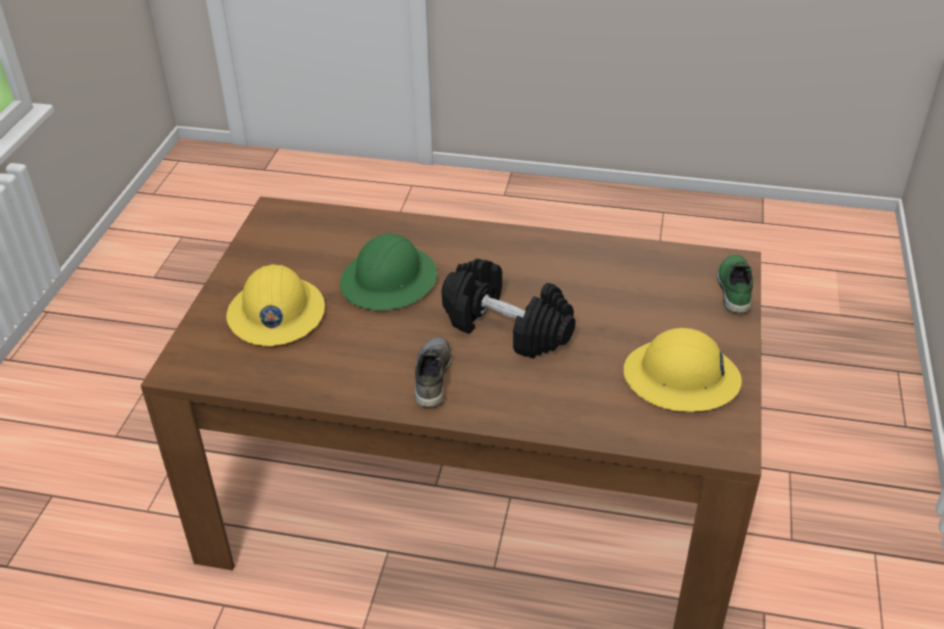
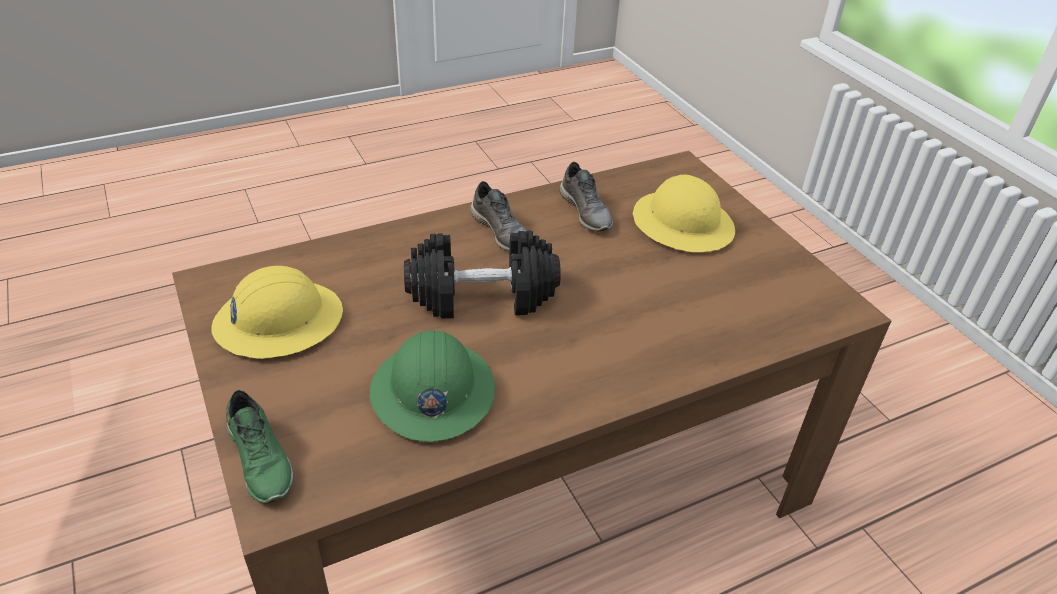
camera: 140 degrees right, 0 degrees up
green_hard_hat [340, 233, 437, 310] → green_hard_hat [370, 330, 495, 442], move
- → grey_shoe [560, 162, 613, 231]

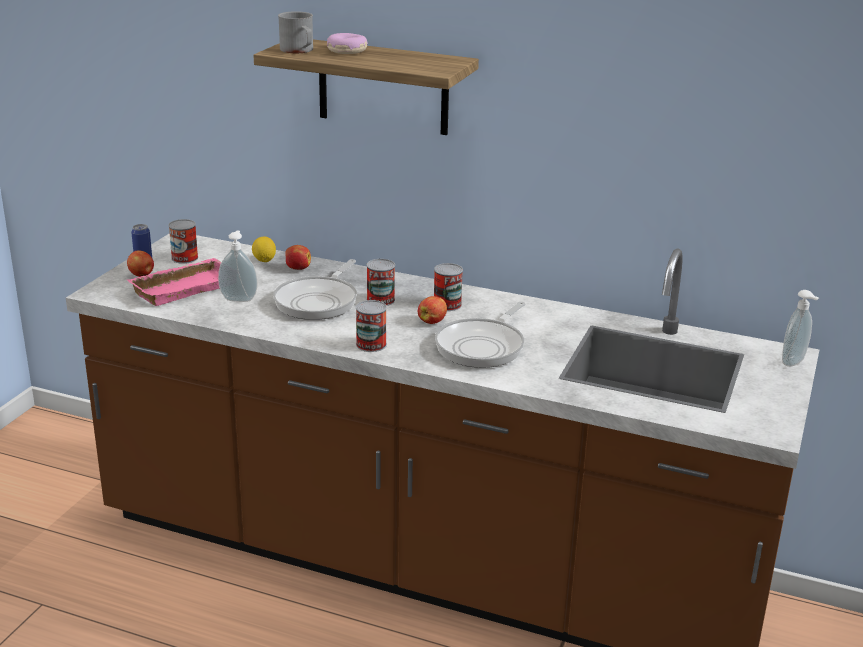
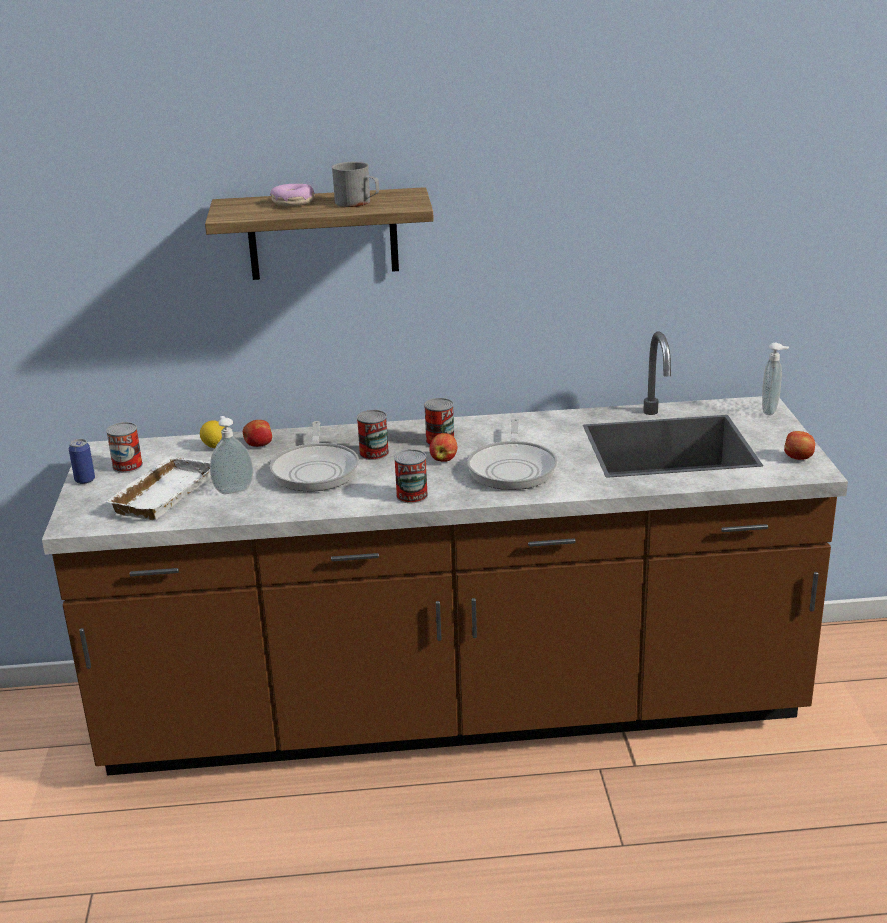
camera: 25 degrees left, 0 degrees up
pink_tray [127, 258, 221, 306] → white_tray [104, 456, 211, 520]
grey_mug [278, 11, 313, 53] → grey_mug [331, 162, 379, 207], move
apple [127, 251, 154, 277] → apple [784, 431, 815, 460], move

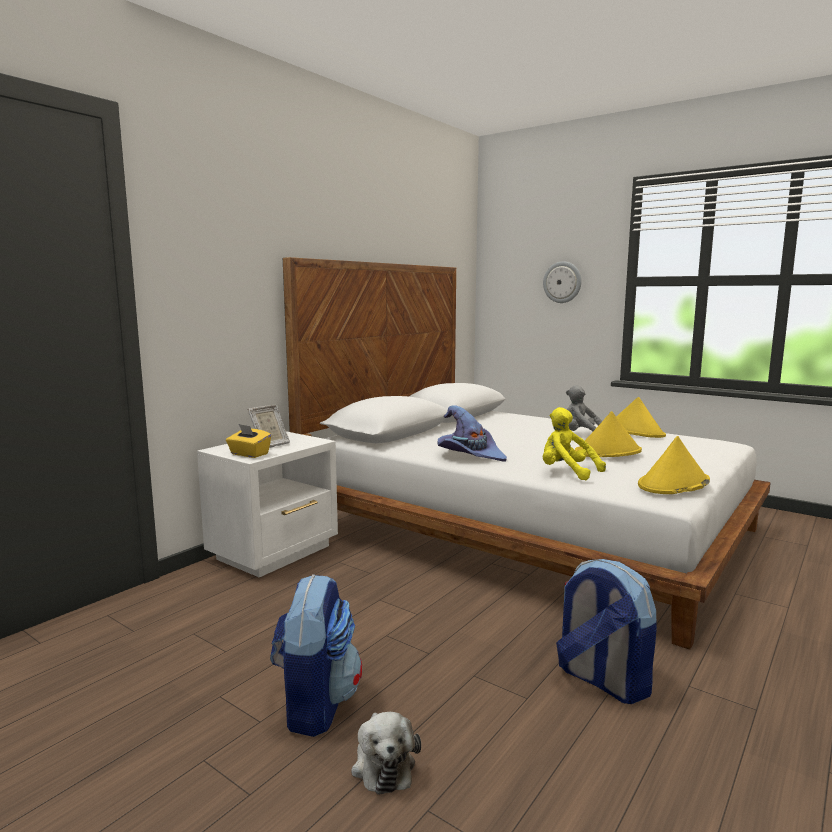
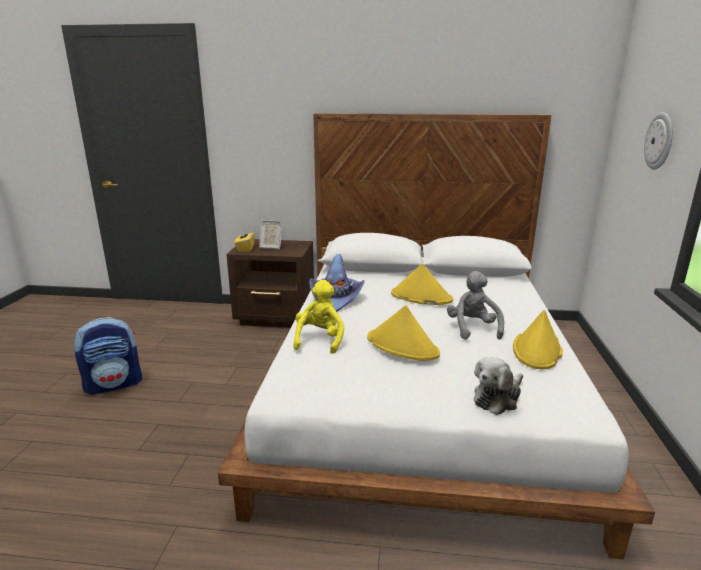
camera: 60 degrees right, 10 degrees up
white_nightstand [197, 431, 338, 578] → brown_nightstand [226, 239, 314, 328]
yellow_hat [638, 436, 710, 494] → yellow_hat [391, 264, 453, 305], move
plush_toy [351, 712, 421, 795] → plush_toy [474, 357, 523, 415], move
backpack [556, 559, 657, 704] → -

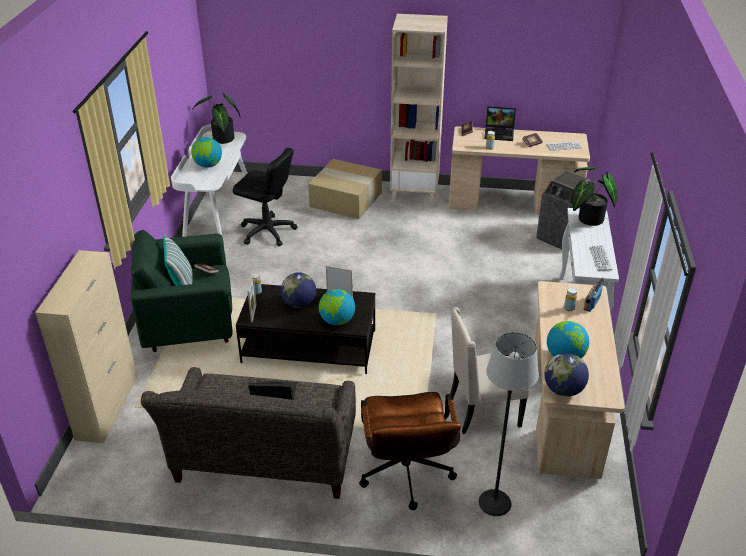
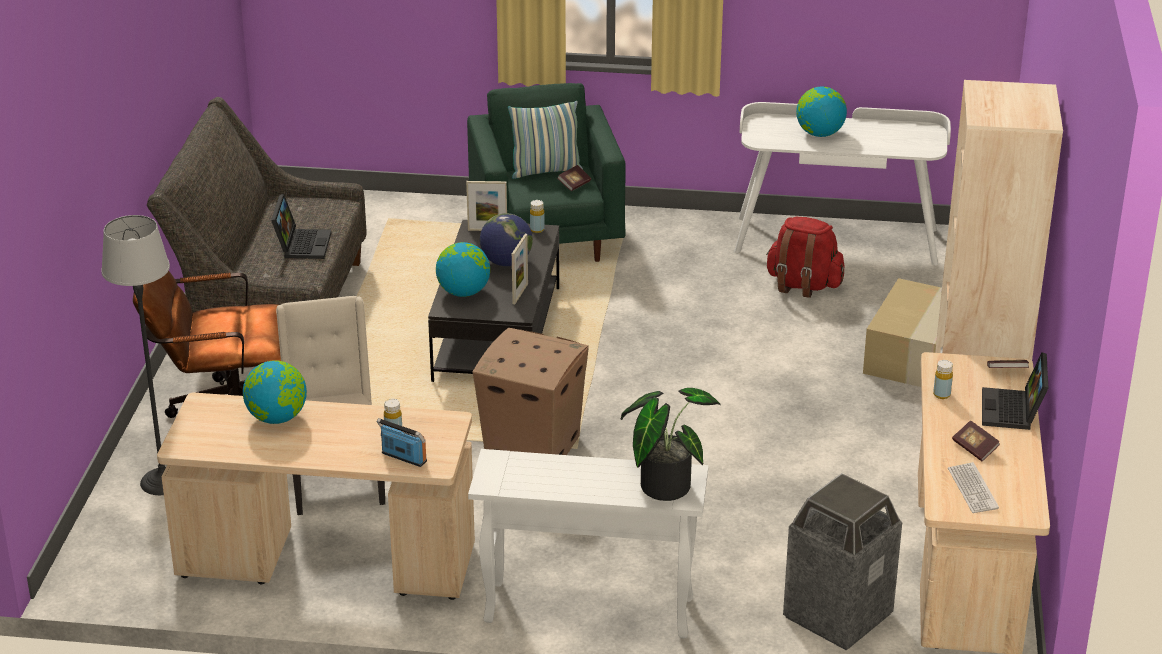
camera: 90 degrees right, 5 degrees down
- → cardboard_box [472, 328, 589, 455]
black_office_chair [233, 148, 298, 246] → red_backpack [766, 217, 844, 298]
beige_cabinet [35, 250, 137, 443] → -
potted_plant [192, 93, 240, 144] → -
globe [544, 353, 589, 397] → -
keyboard [589, 245, 612, 271] → -

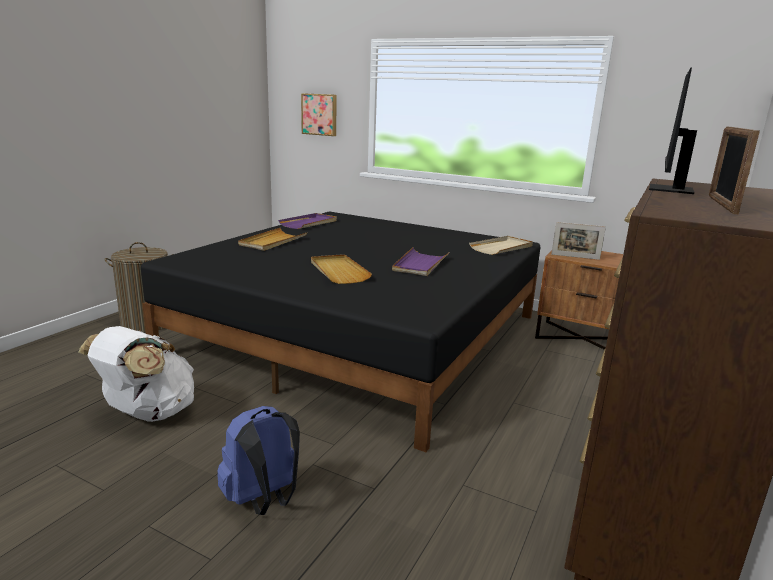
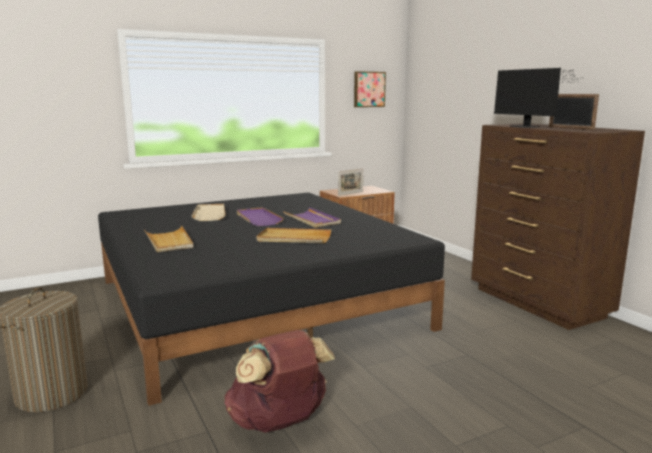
camera: 55 degrees left, 5 degrees down
beige_tray [469, 236, 533, 255] → beige_tray [191, 204, 226, 221], move
white_backpack [78, 326, 194, 422] → brown_backpack [225, 330, 335, 433]
purple_tray [278, 213, 337, 229] → purple_tray [237, 207, 283, 226], move
picture [301, 93, 337, 136] → picture [354, 71, 386, 107], move
blue_backpack [217, 406, 300, 515] → -

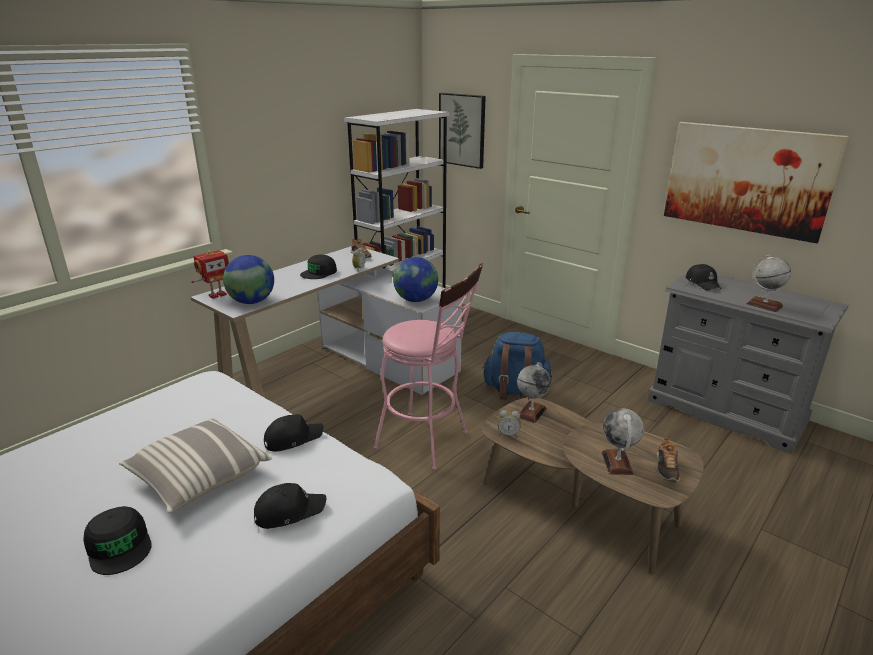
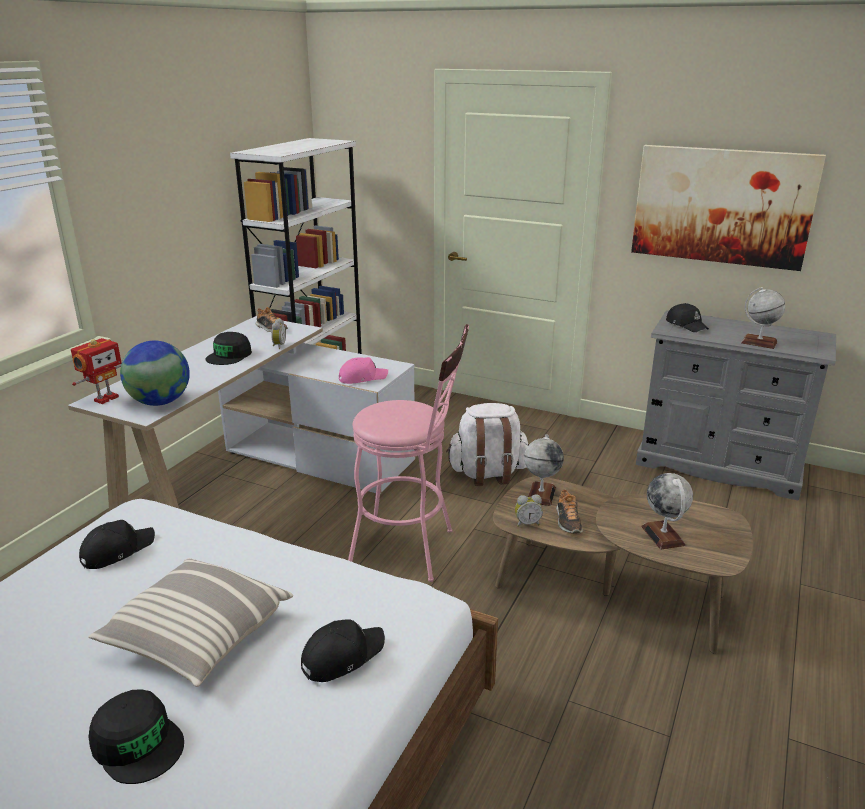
camera: 15 degrees left, 0 degrees up
black_cap [264, 414, 324, 452] → black_cap [79, 520, 155, 569], move
globe [393, 257, 438, 302] → pink_cap [339, 357, 388, 384]
blue_backpack [482, 332, 552, 400] → white_backpack [446, 403, 529, 486]
shoe [656, 437, 680, 482] → shoe [556, 489, 583, 534], move
picture [439, 93, 486, 169] → -

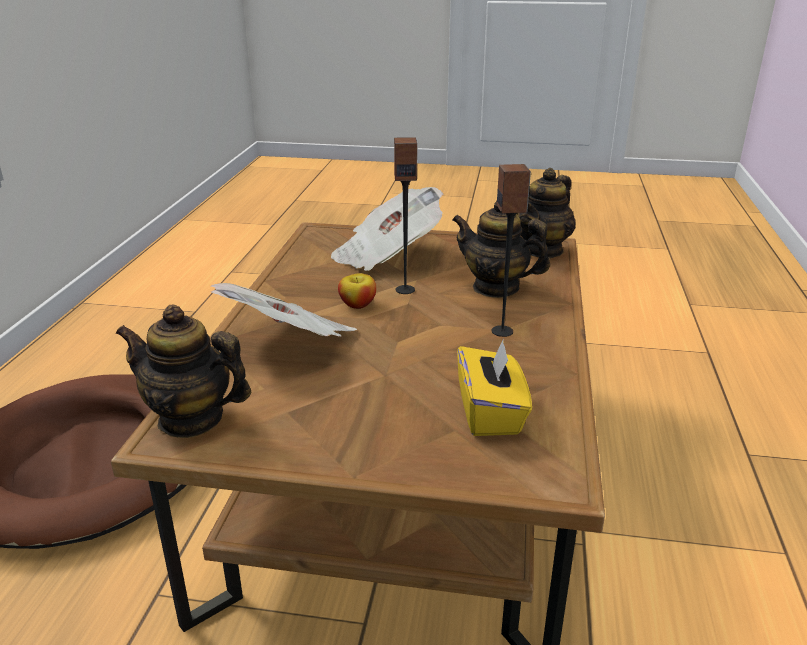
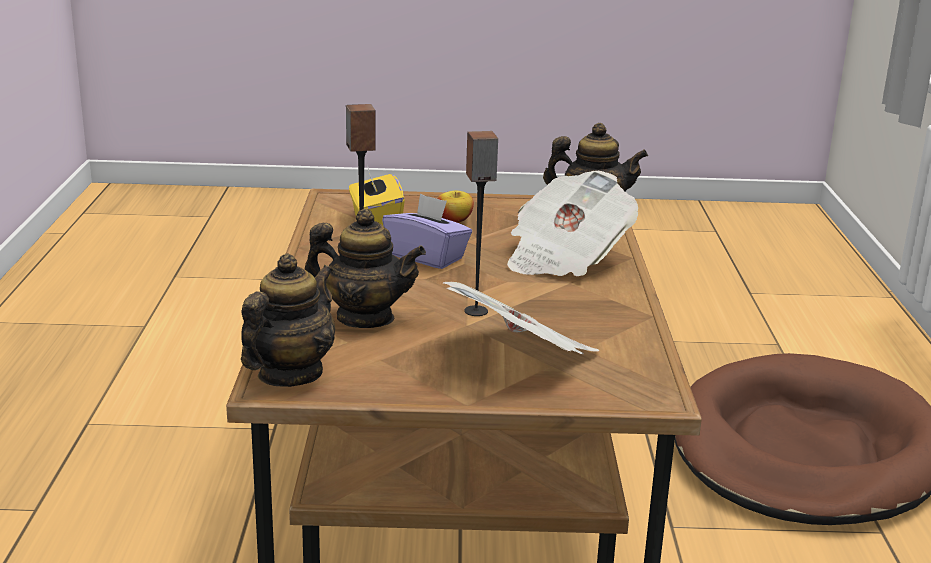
camera: 170 degrees right, 5 degrees down
- → purple_tissue_box [382, 193, 472, 269]
apple [338, 273, 376, 309] → apple [438, 191, 474, 223], move

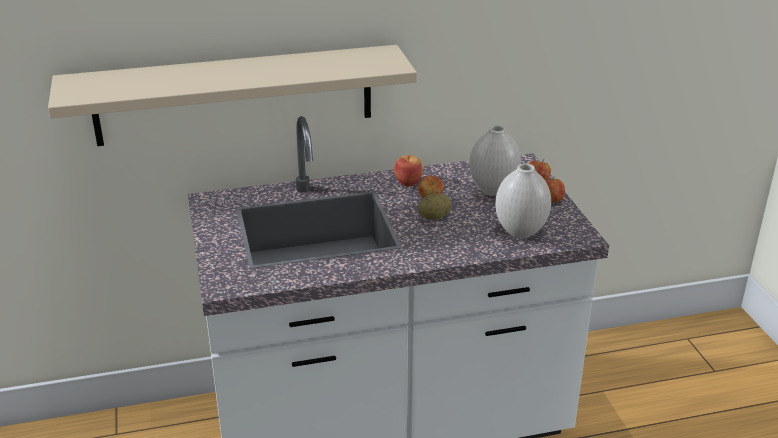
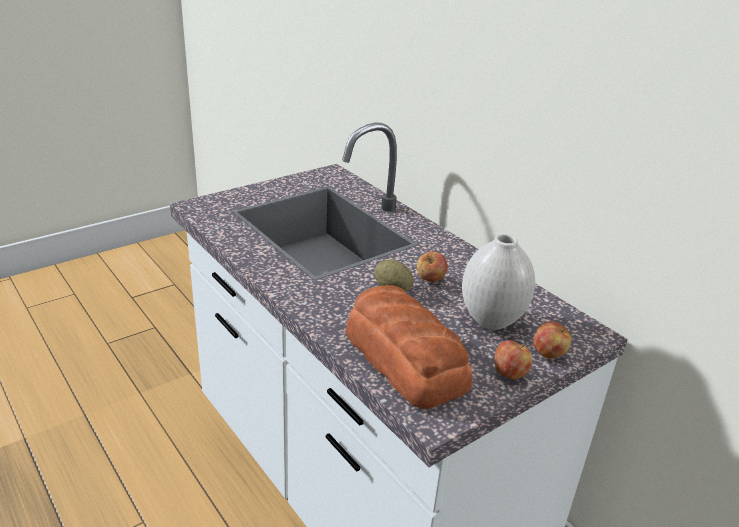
camera: 65 degrees right, 0 degrees up
white_vase [495, 163, 551, 239] → bread [345, 285, 473, 409]
beige_shelf [48, 45, 417, 146] → -
apple [394, 155, 423, 186] → -

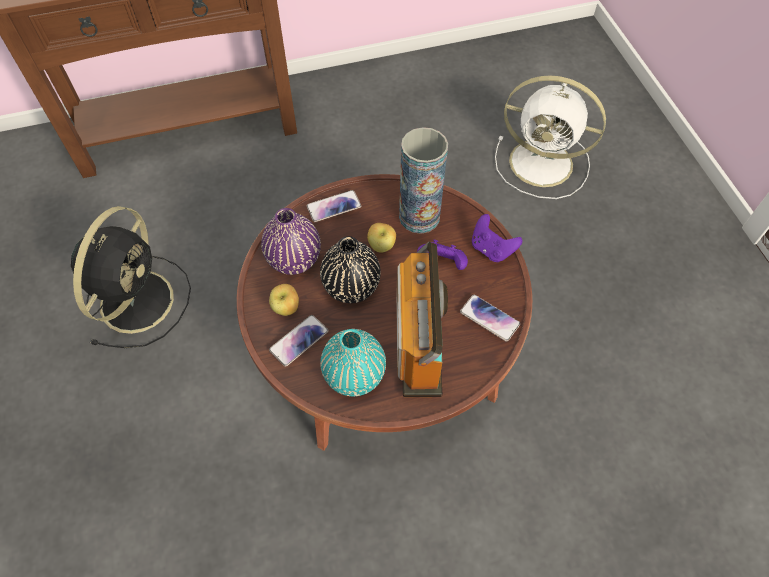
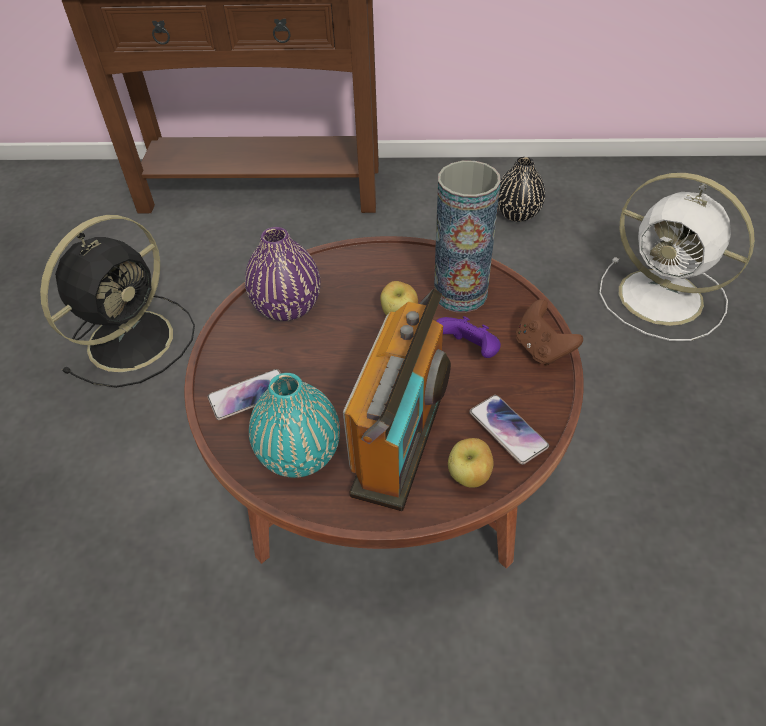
camera: 20 degrees right, 10 degrees down
apple [269, 284, 299, 316] → apple [448, 438, 494, 488], move
black_vase [320, 236, 381, 303] → black_vase [498, 157, 545, 222], move
purple_game_controller [472, 214, 522, 262] → brown_game_controller [516, 299, 583, 366]
phone [307, 190, 361, 222] → -

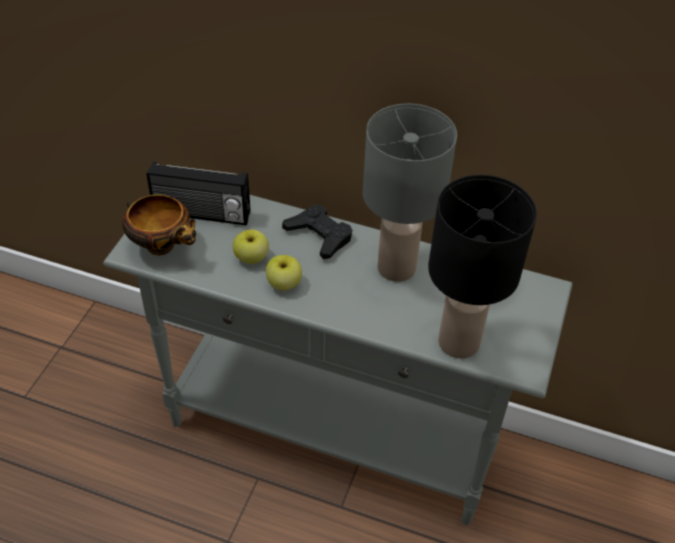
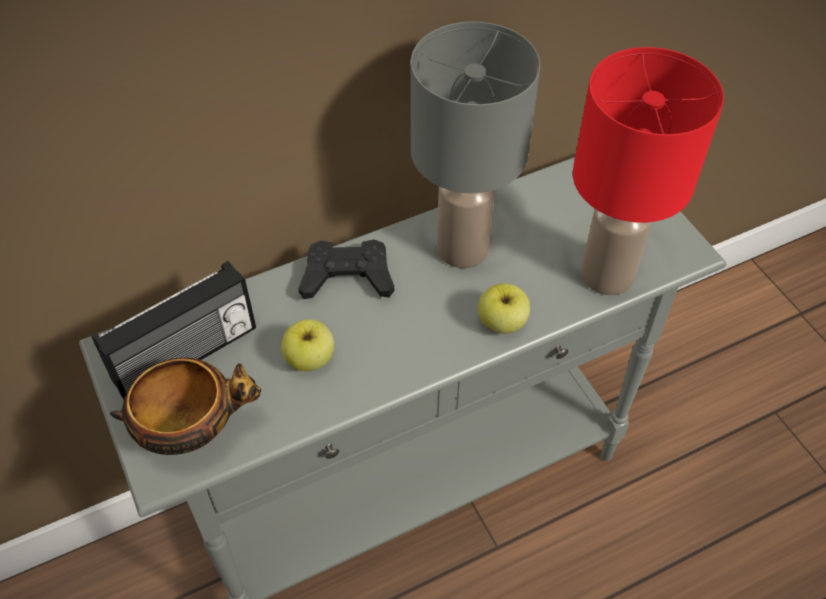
camera: 45 degrees left, 5 degrees up
apple [266, 255, 302, 291] → apple [478, 283, 530, 334], move
black_table_lamp [428, 175, 537, 359] → red_table_lamp [573, 47, 724, 295]

